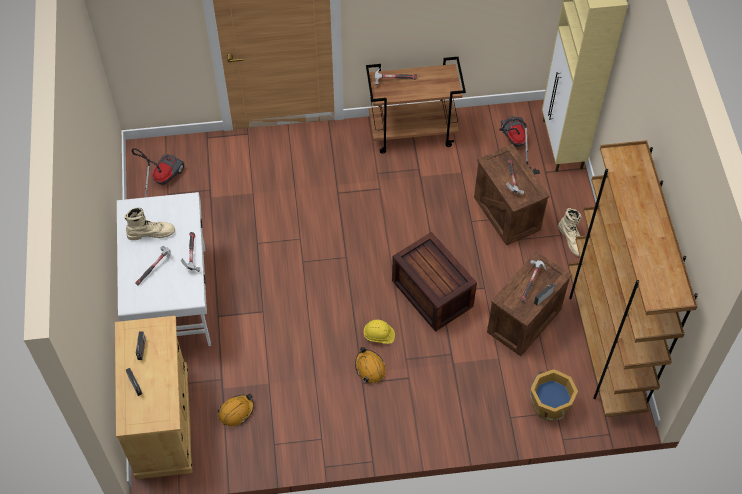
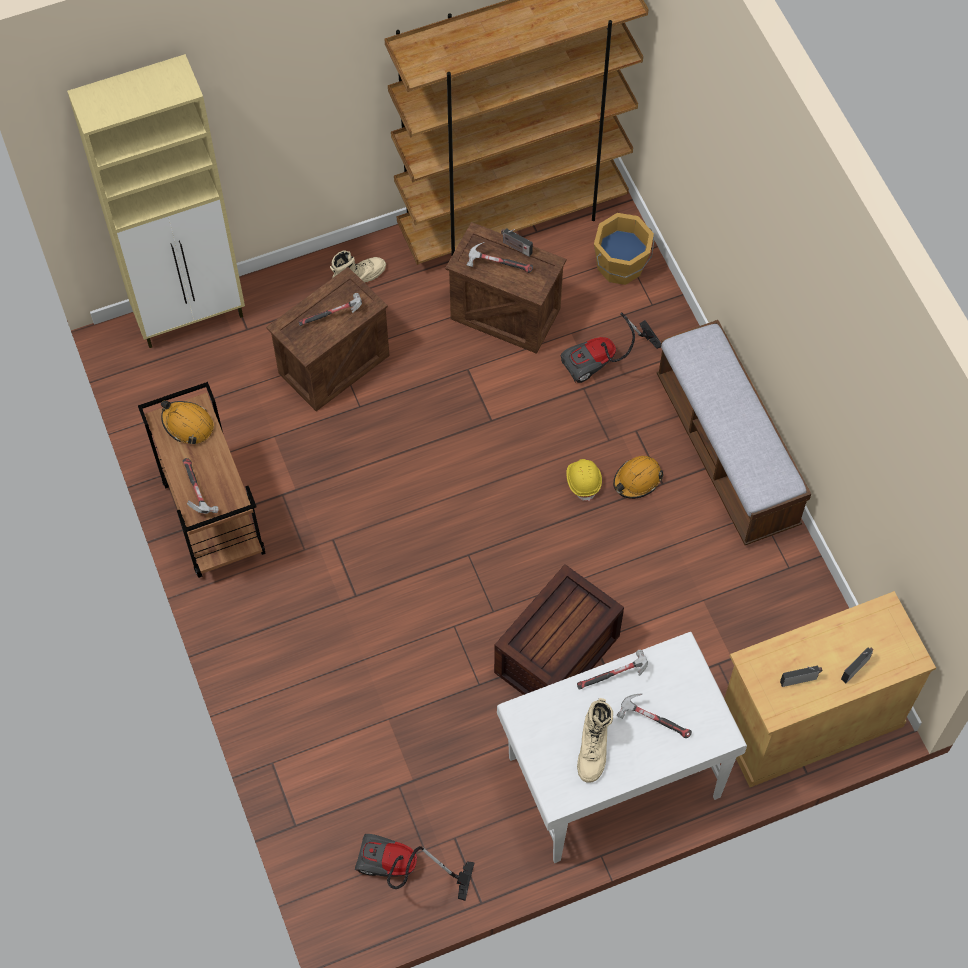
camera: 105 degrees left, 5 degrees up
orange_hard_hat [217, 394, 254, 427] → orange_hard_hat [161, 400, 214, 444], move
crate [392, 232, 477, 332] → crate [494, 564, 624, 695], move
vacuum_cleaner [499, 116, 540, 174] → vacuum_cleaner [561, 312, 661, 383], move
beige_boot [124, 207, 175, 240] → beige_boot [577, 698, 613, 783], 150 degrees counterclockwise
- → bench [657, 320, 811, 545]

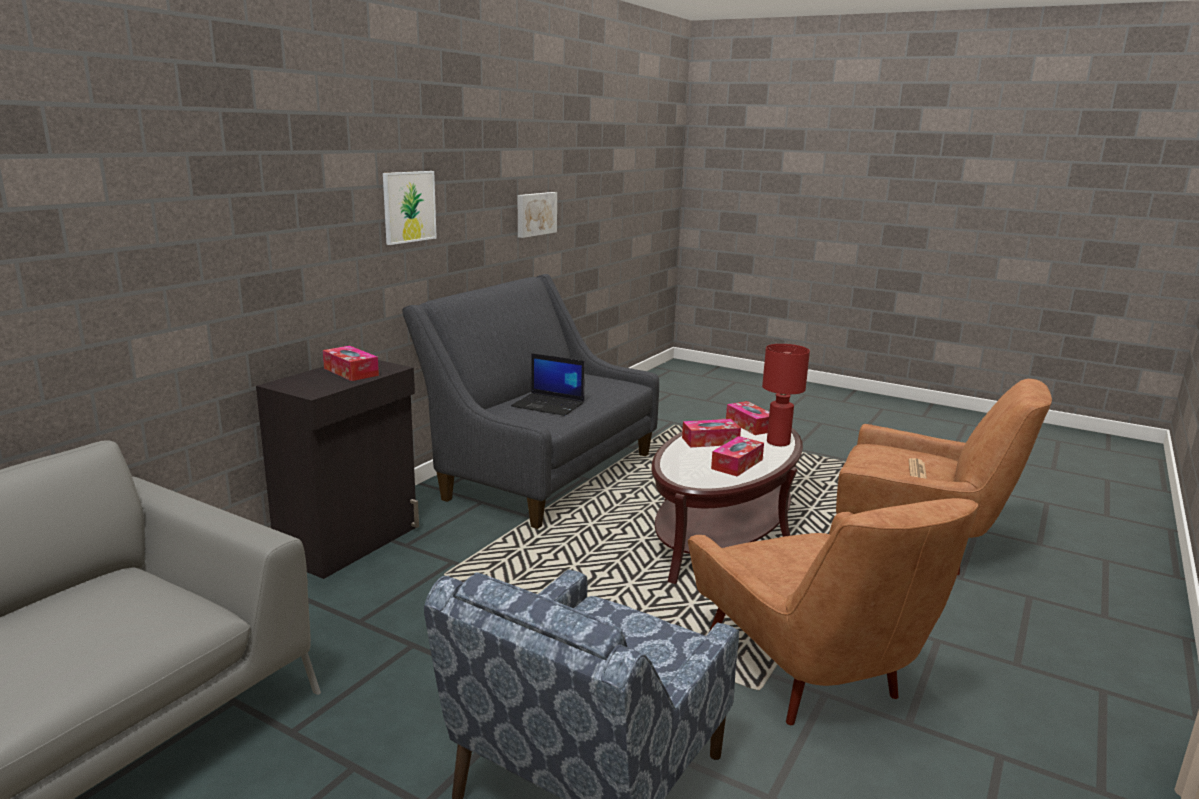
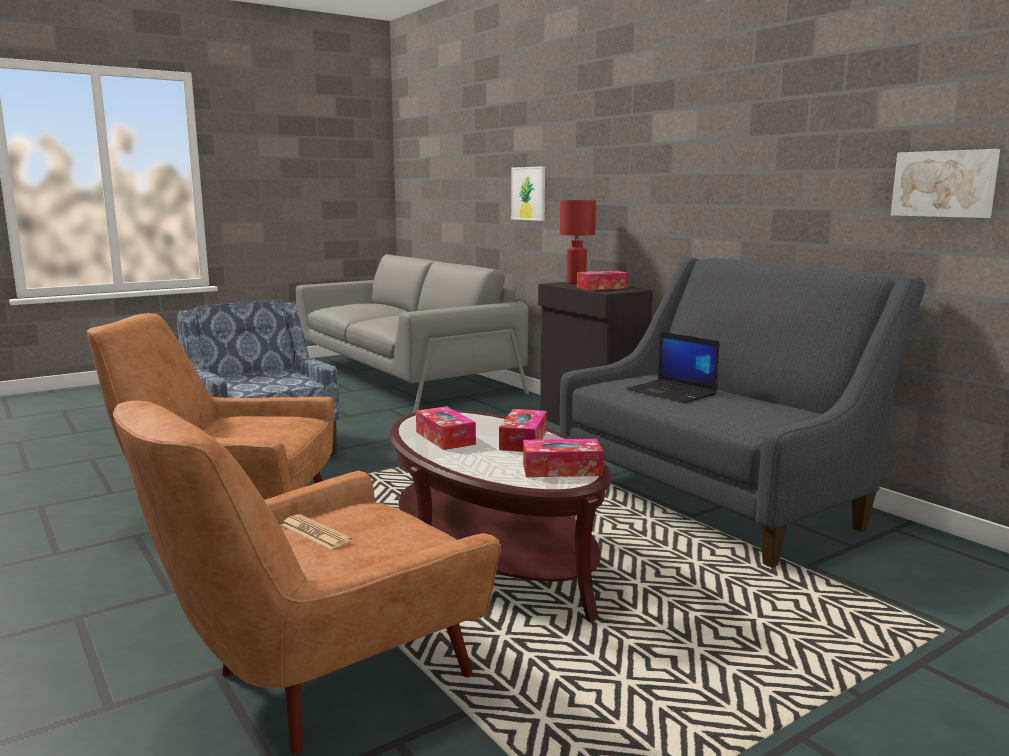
camera: 115 degrees right, 5 degrees down
picture [383, 171, 437, 245] → picture [511, 166, 545, 221], move
red_table_lamp [762, 344, 810, 446] → red_table_lamp [560, 200, 596, 284], move
laptop [511, 353, 585, 416] → laptop [627, 332, 720, 403], 90 degrees counterclockwise

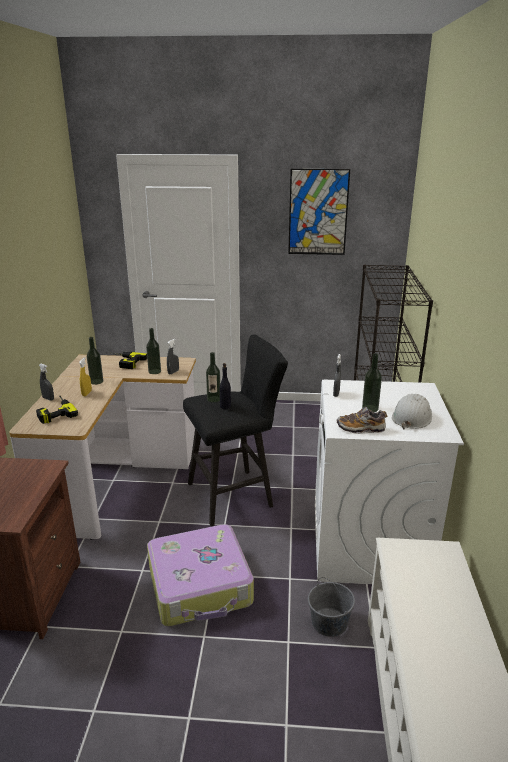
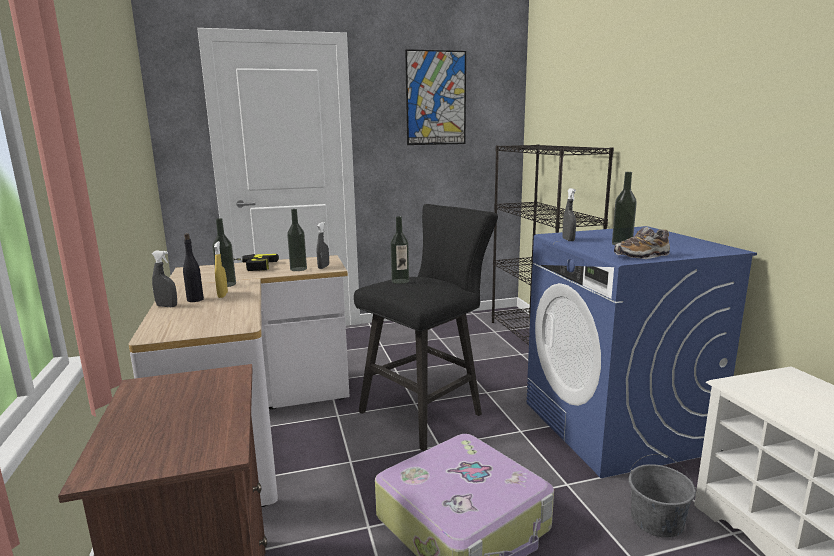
camera: 20 degrees left, 10 degrees down
black_bottle [220, 363, 231, 409] → black_bottle [183, 233, 204, 302], move
white_washing_machine [315, 380, 464, 584] → blue_washing_machine [526, 226, 757, 478]
power_drill [36, 396, 78, 424] → -
white_hard_hat [392, 394, 432, 429] → -

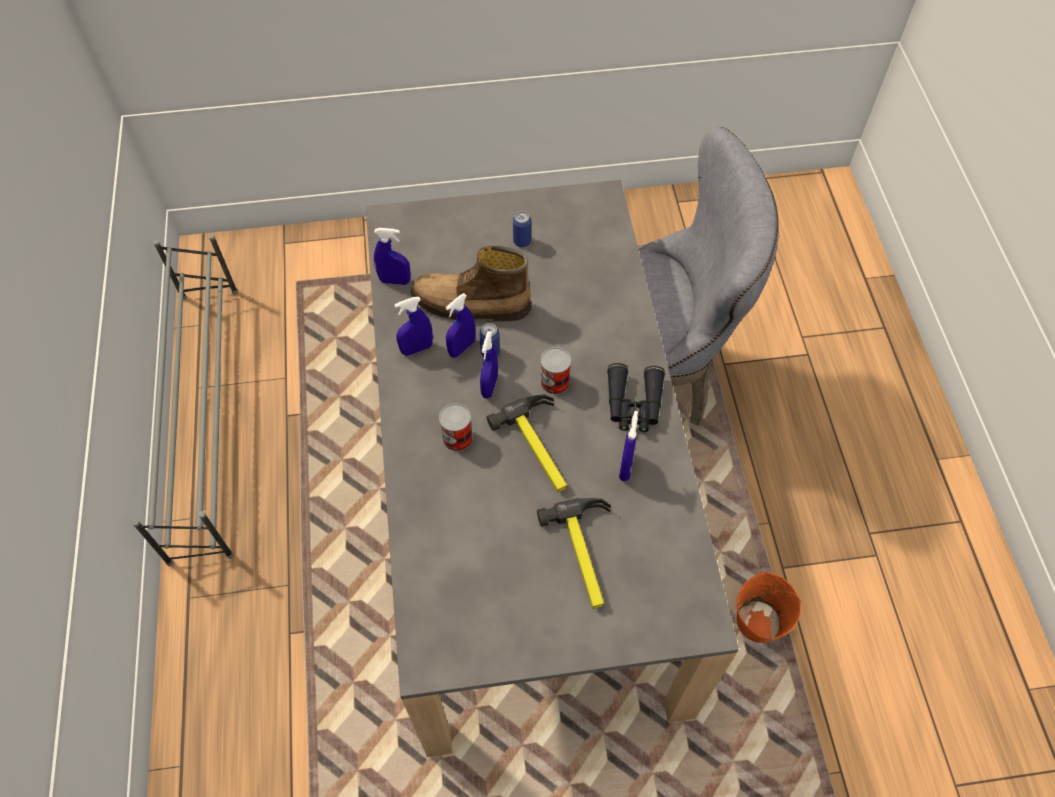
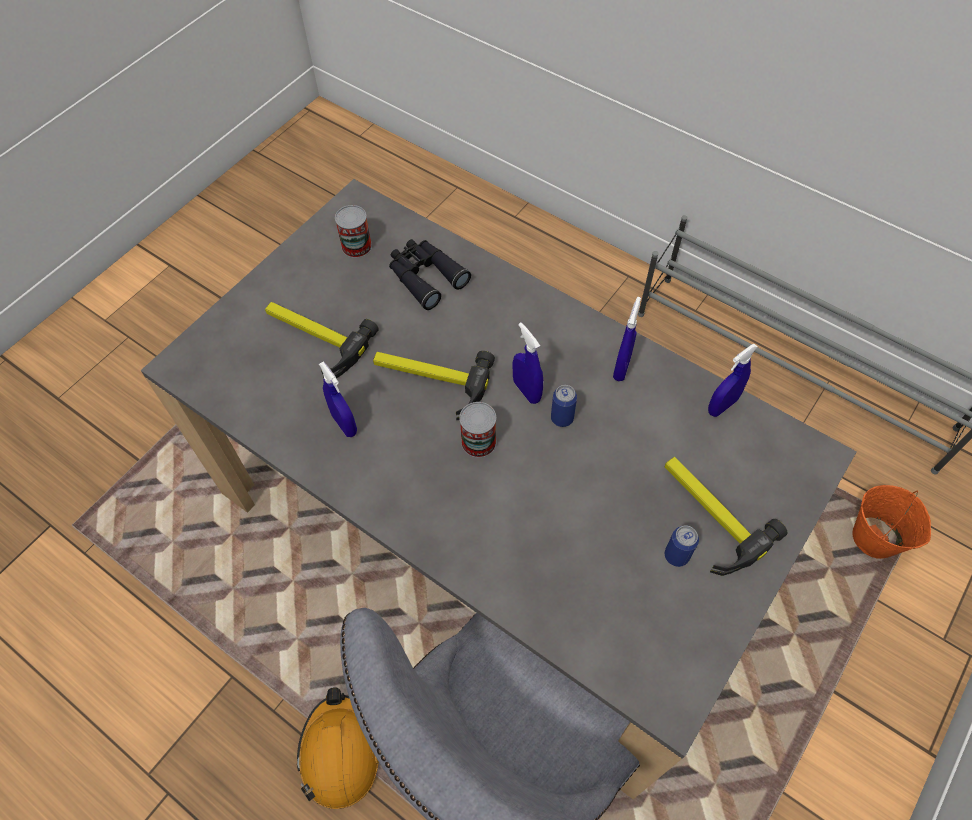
camera: 135 degrees right, 0 degrees up
- → orange_hard_hat [297, 687, 379, 809]
can [439, 403, 473, 452] → can [335, 205, 372, 258], move
black_binoculars [607, 363, 665, 432] → black_binoculars [389, 239, 471, 310], move
- → hammer [665, 457, 788, 576]
orange_bucket [737, 572, 801, 643] → orange_bucket [852, 485, 931, 559], move
boot [411, 245, 532, 322] → -
blue_spray_bottle [446, 293, 475, 358] → -

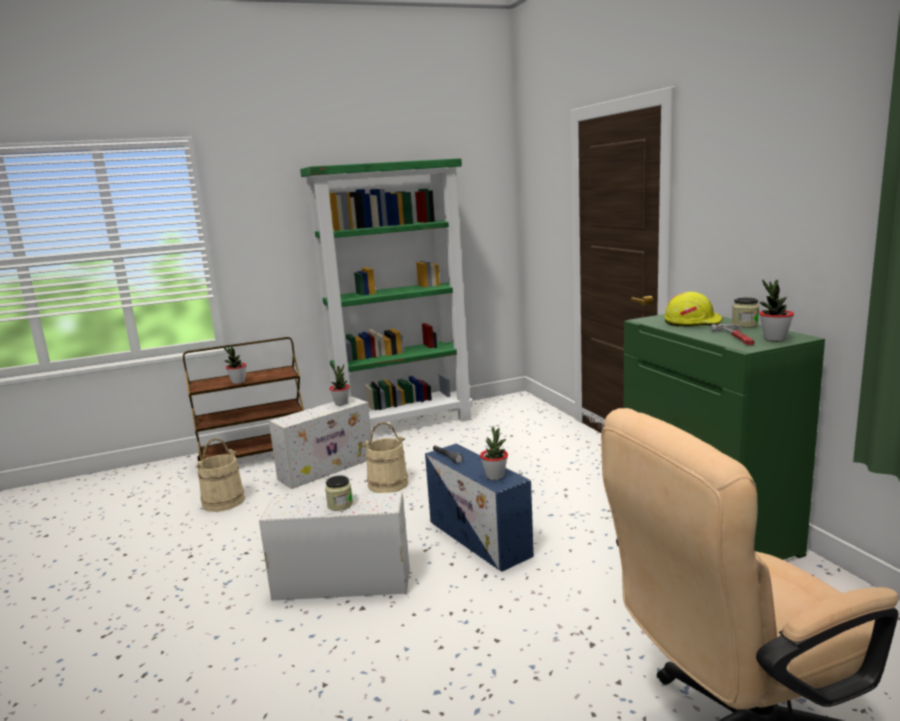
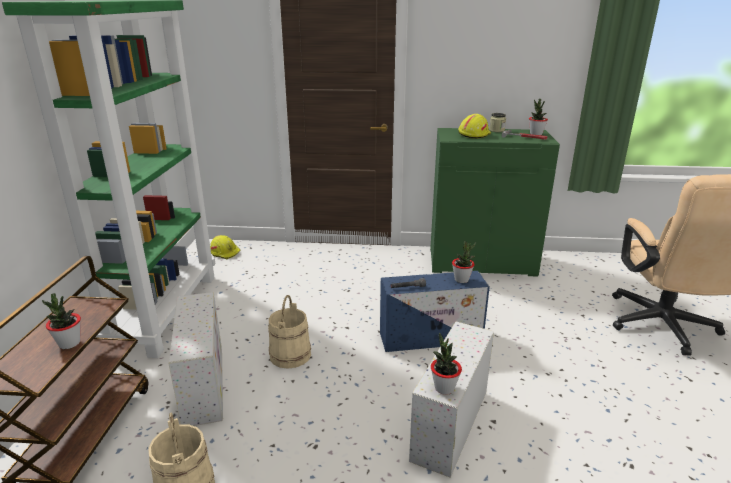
camera: 65 degrees left, 10 degrees up
- → yellow_hard_hat [210, 235, 240, 259]
potted_plant [330, 364, 350, 406] → potted_plant [431, 332, 462, 395], move
jar [325, 475, 353, 511] → -

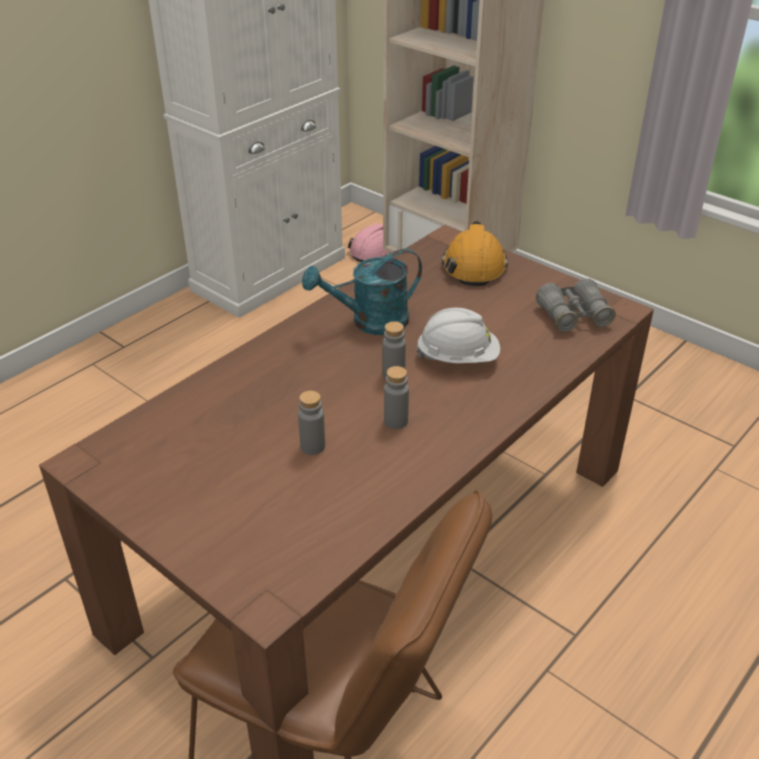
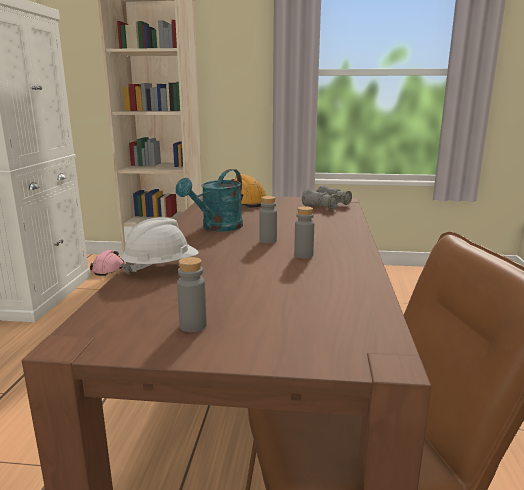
camera: 35 degrees left, 20 degrees down
white_hard_hat [416, 308, 500, 363] → white_hard_hat [121, 217, 199, 275], move
grey_bottle [298, 391, 325, 455] → grey_bottle [177, 257, 207, 332], move

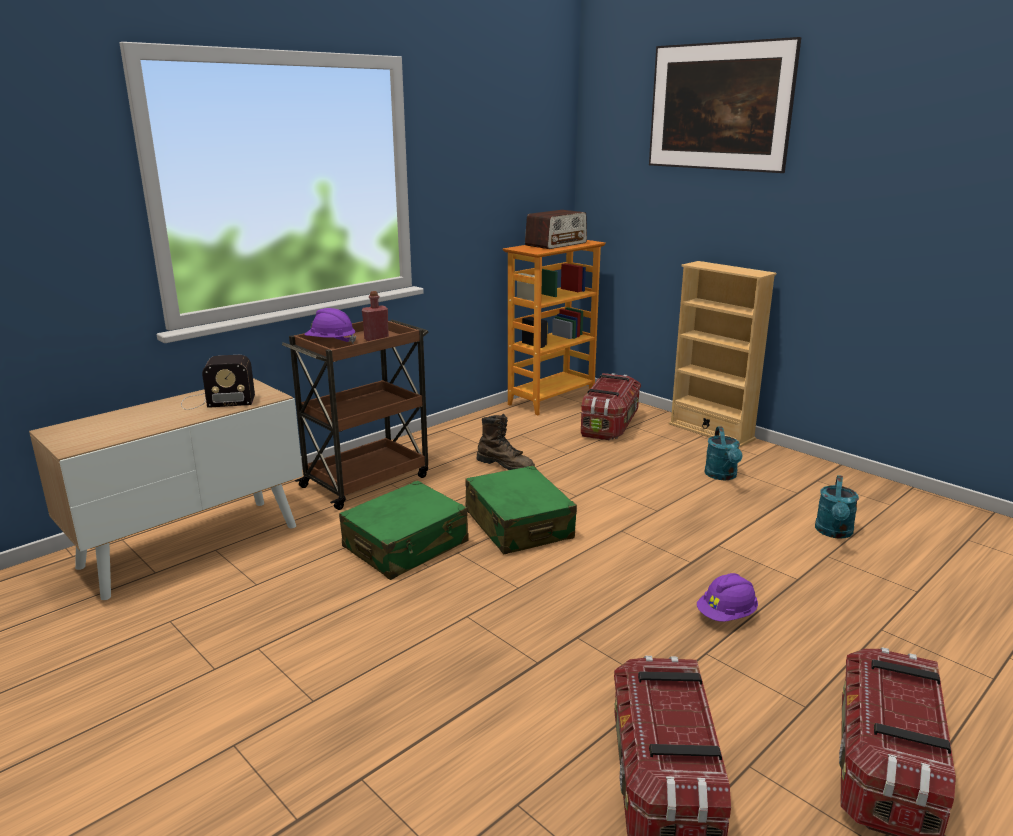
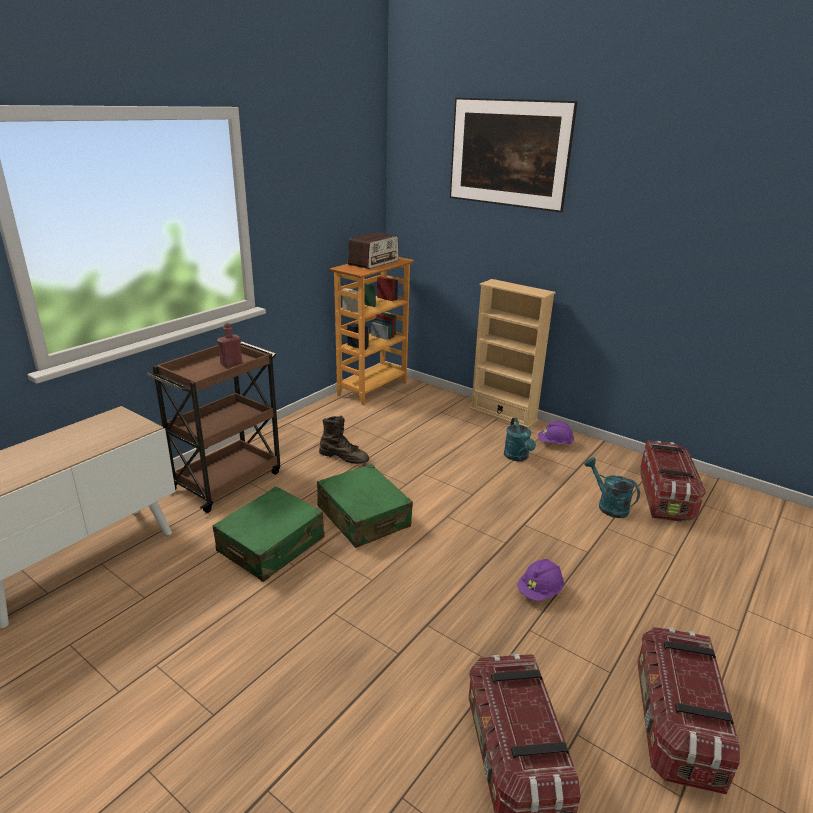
camera: 10 degrees left, 5 degrees up
purple_hard_hat [304, 308, 357, 344] → purple_hard_hat [538, 421, 574, 444], move
turquoise_watering_can [815, 475, 859, 538] → turquoise_watering_can [585, 458, 640, 518], 135 degrees clockwise
storage_box [581, 373, 641, 440] → storage_box [640, 441, 706, 522], move
radio [181, 355, 255, 410] → -

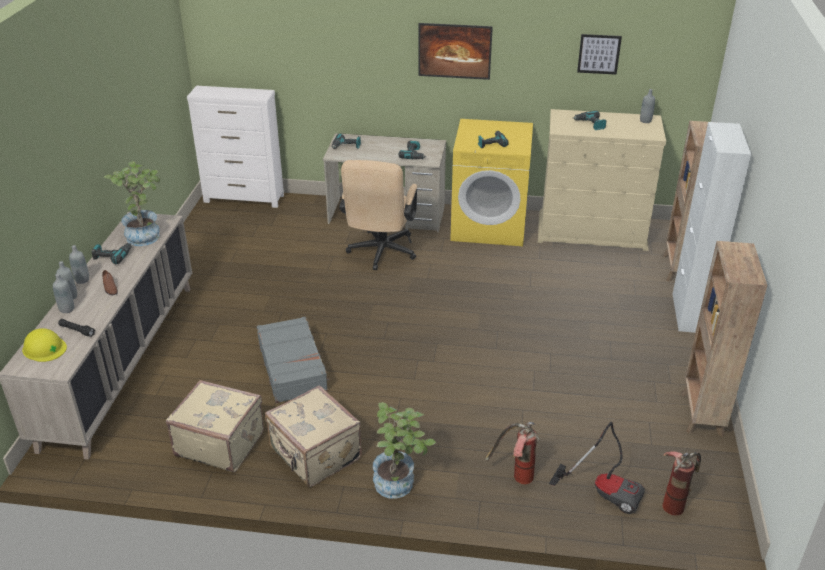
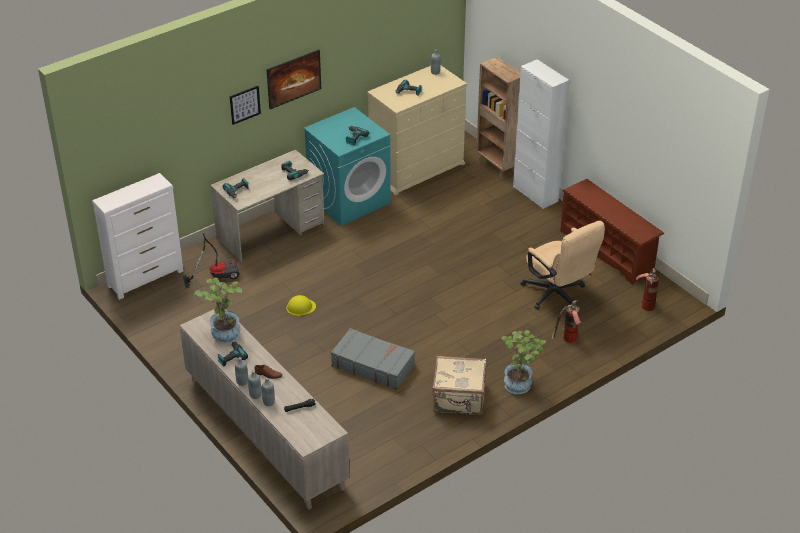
camera: 45 degrees left, 5 degrees up
vacuum_cleaner [549, 422, 645, 514] → vacuum_cleaner [183, 233, 240, 288], move
picture [577, 34, 622, 75] → picture [230, 86, 261, 125], move
yellow_hard_hat [22, 328, 67, 362] → yellow_hard_hat [286, 295, 316, 316], move
yellow_washing_machine [450, 119, 533, 246] → turquoise_washing_machine [304, 107, 391, 226]
beige_office_chair [339, 160, 417, 270] → beige_office_chair [521, 221, 605, 310], move
brown_bookcase [680, 241, 767, 437] → brown_shoe_rack [560, 179, 664, 285]
beige_suitcase [166, 380, 264, 472] → -

